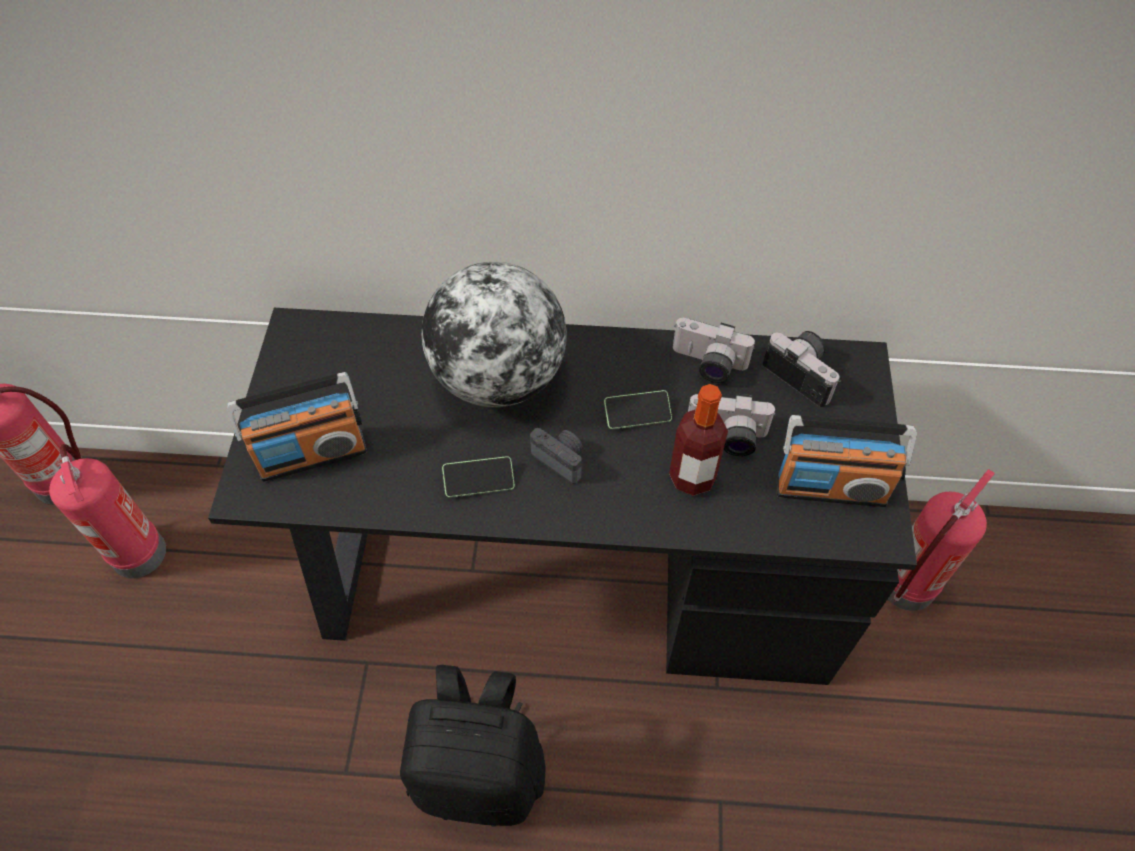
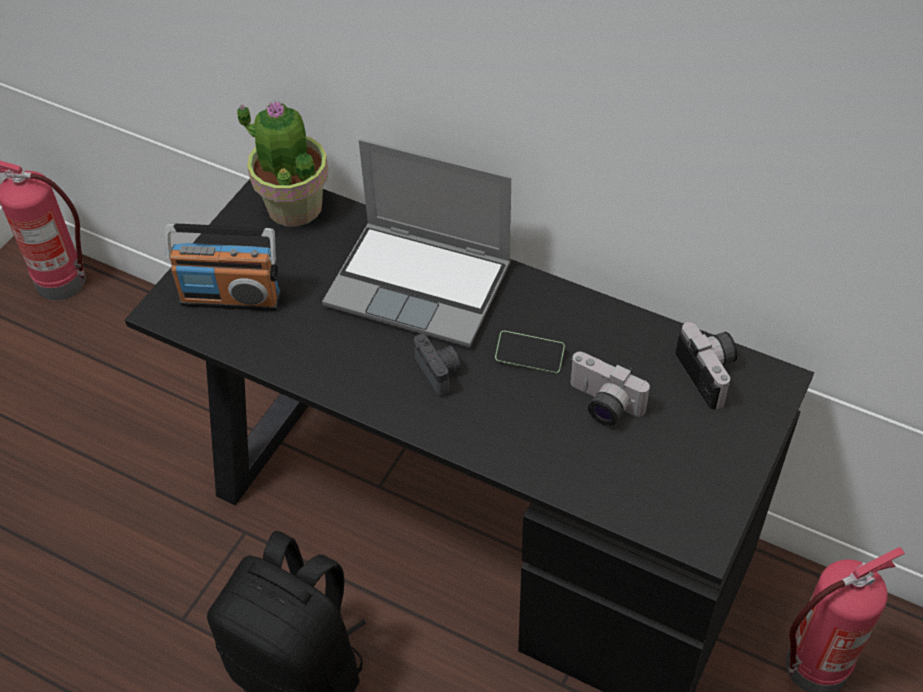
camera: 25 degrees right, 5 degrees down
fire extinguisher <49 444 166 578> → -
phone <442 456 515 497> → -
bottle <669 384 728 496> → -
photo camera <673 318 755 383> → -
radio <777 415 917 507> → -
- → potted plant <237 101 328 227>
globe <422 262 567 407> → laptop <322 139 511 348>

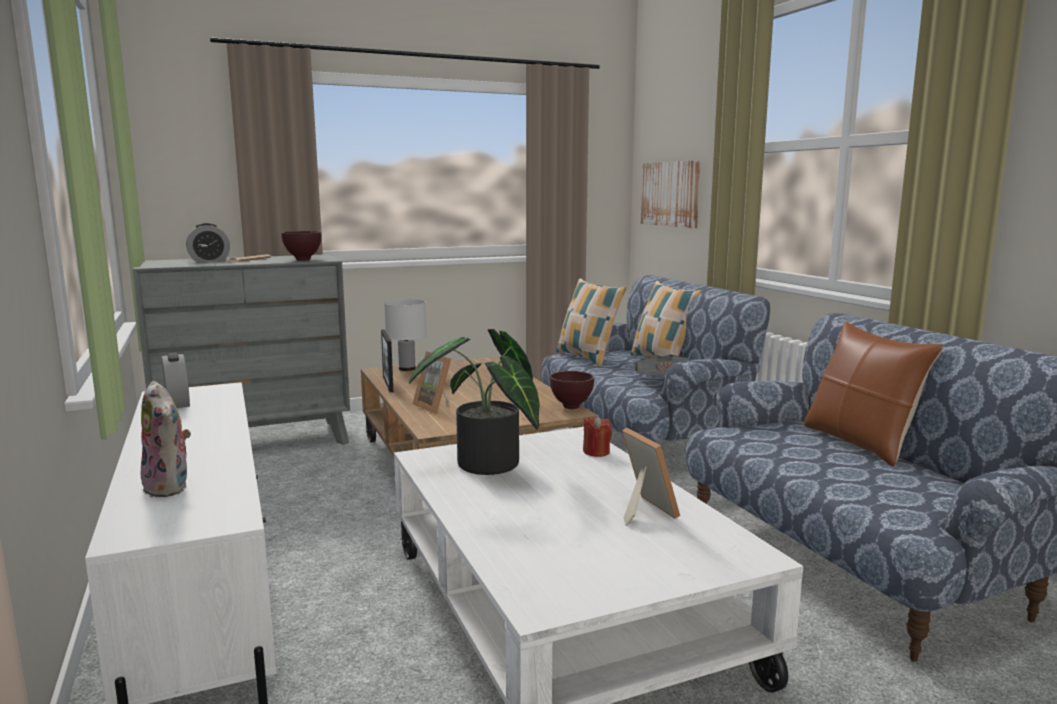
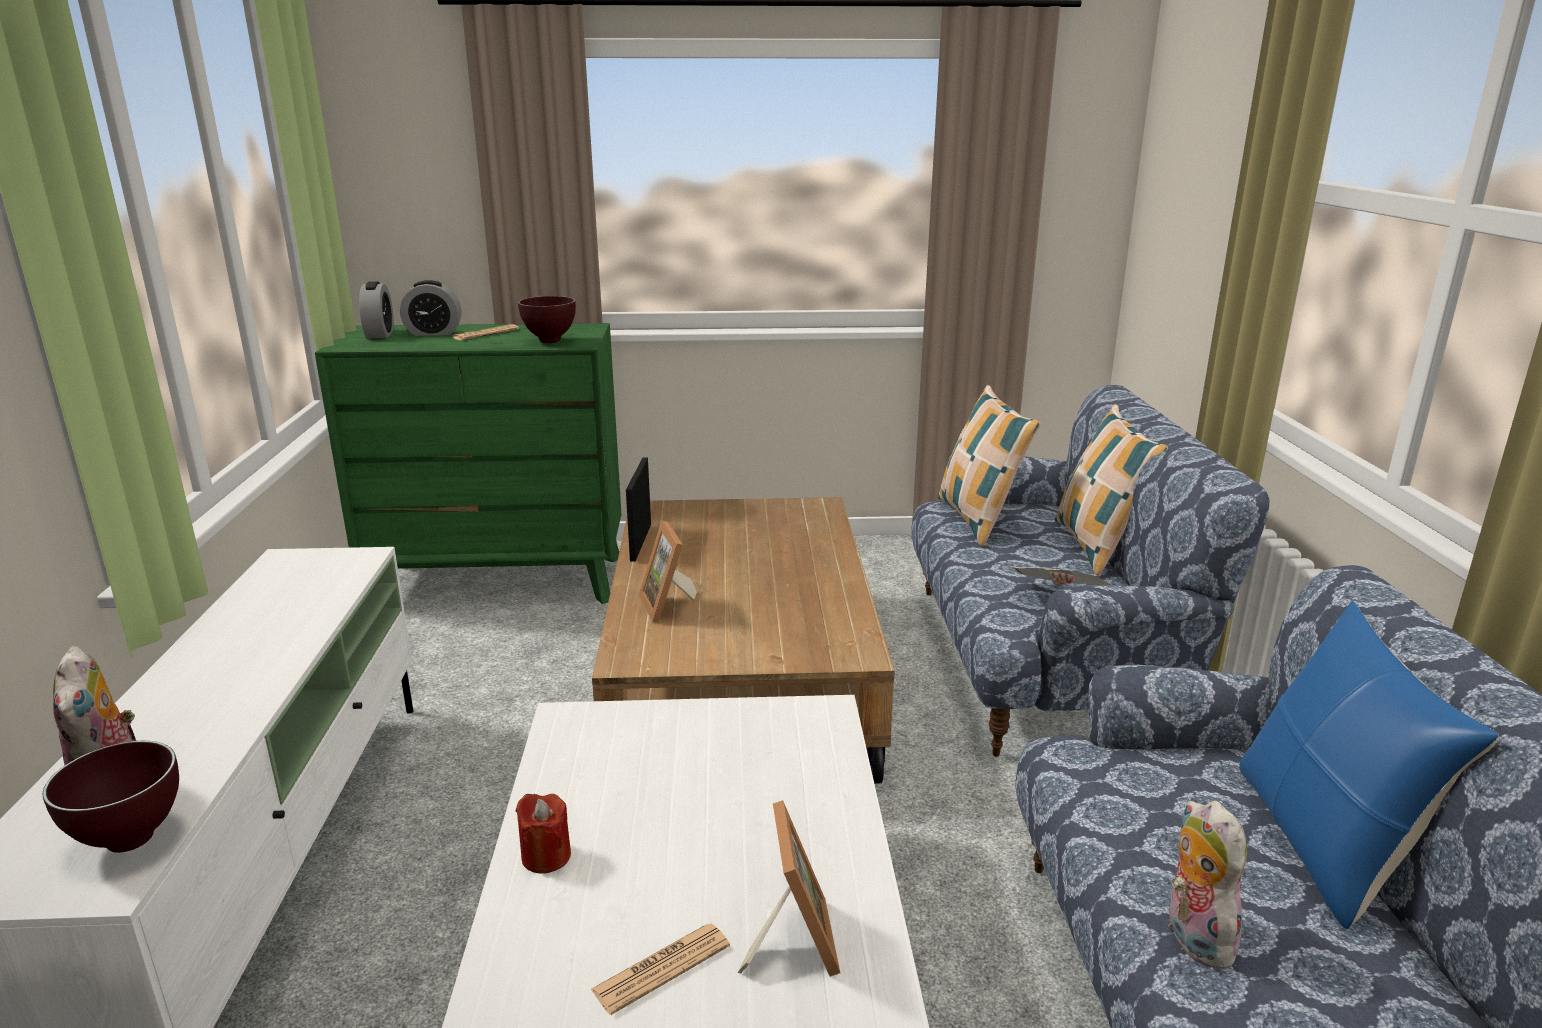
camera: 20 degrees right, 10 degrees up
white table lamp <384 299 427 371> → -
potted plant <409 329 540 475> → -
picture <641 160 701 228> → -
- → newspaper <590 923 730 1015>
- → plush toy <1168 800 1247 969>
alarm clock <162 352 190 408> → alarm clock <359 281 394 339>, move
brown bowl <550 371 594 409> → brown bowl <43 741 179 853>, move
red candle <583 416 612 457> → red candle <515 794 571 874>, move
grey dresser <132 254 350 445> → green dresser <315 323 622 604>
brown pillow <804 322 943 466> → blue pillow <1239 601 1499 929>

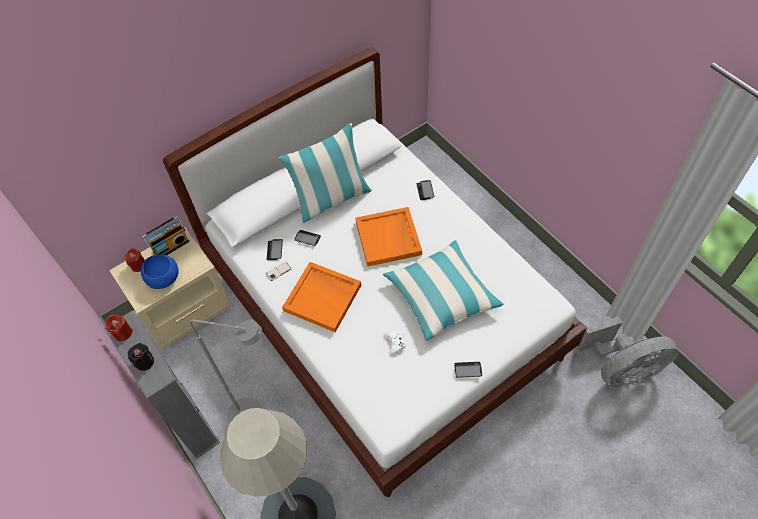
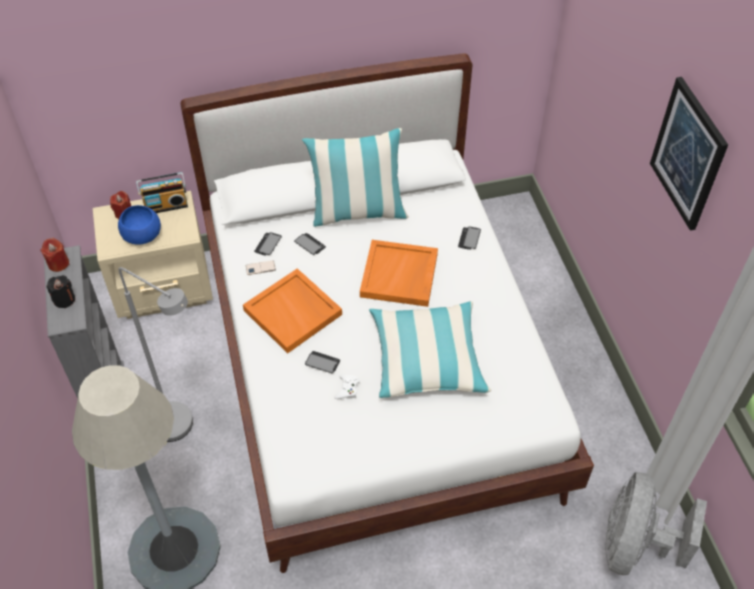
camera: 20 degrees right, 5 degrees down
- → picture <650 77 728 231>
phone <454 362 482 378> → phone <305 351 340 373>, move
grey fan <577 317 679 387> → grey fan <605 472 707 575>, 105 degrees clockwise

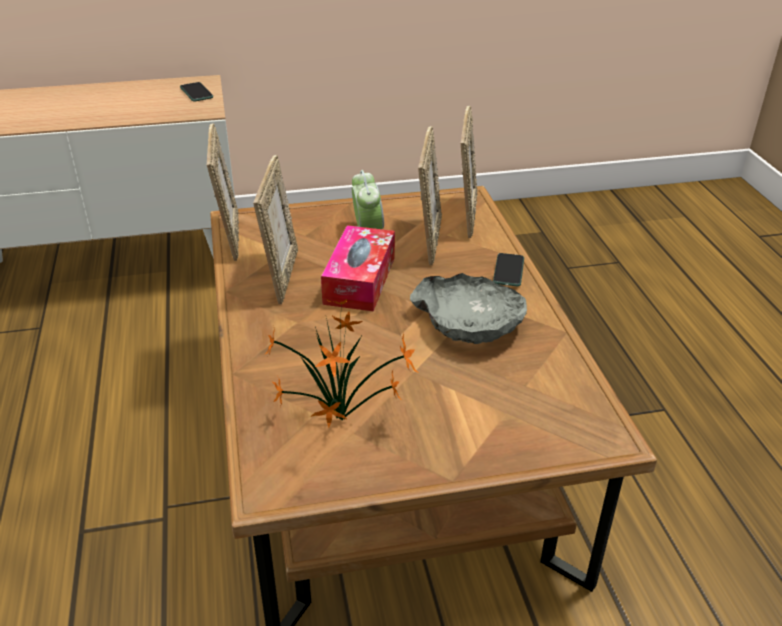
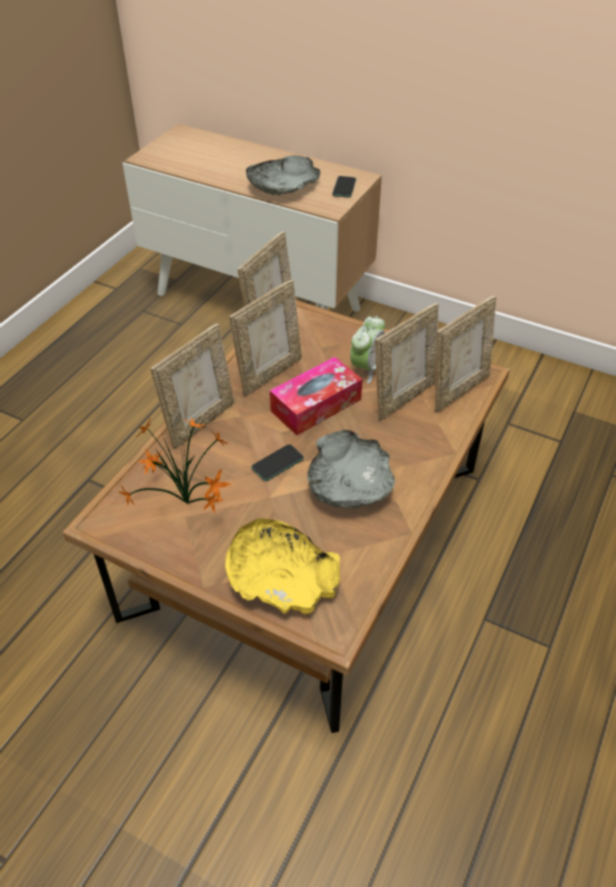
camera: 40 degrees right, 10 degrees up
- → picture frame <150 324 234 449>
- → yellow bowl <225 519 340 614>
- → grey bowl <246 155 320 195>
phone <493 253 524 286> → phone <251 444 304 481>, move

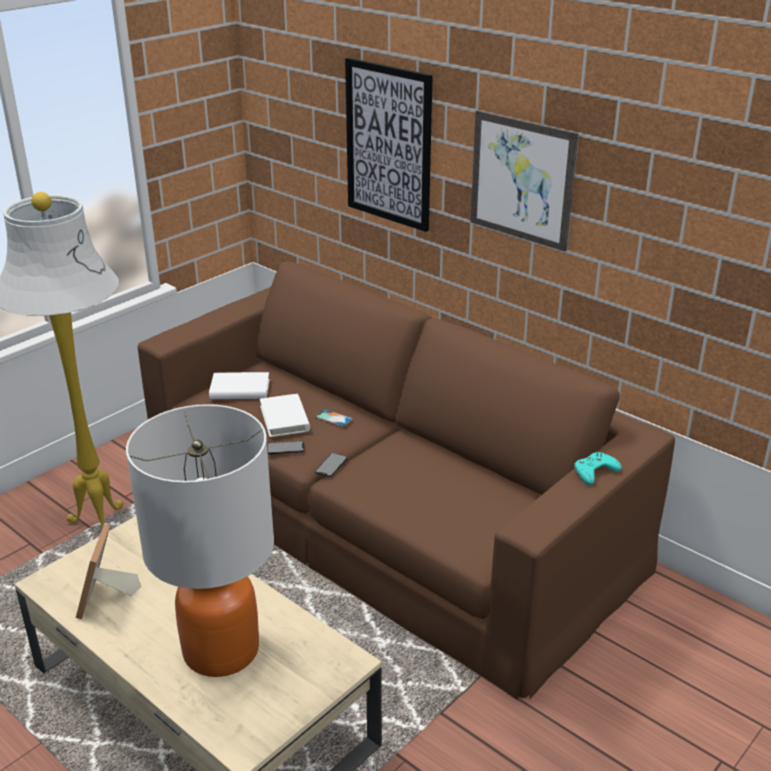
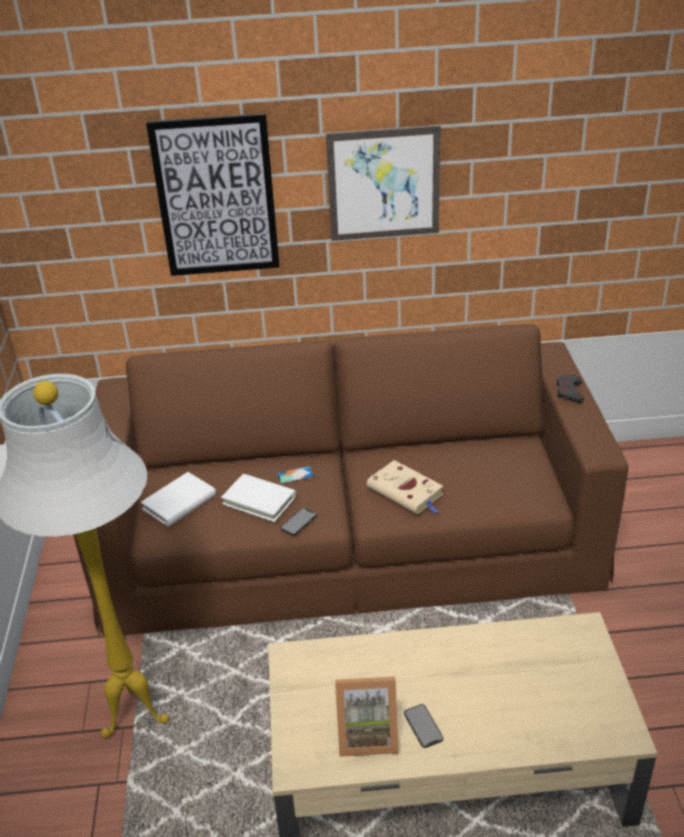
camera: 45 degrees left, 5 degrees up
table lamp <126 404 274 677> → -
- → beige book <367 460 443 515>
phone <315 453 347 477> → phone <404 704 443 748>, move
turquoise game controller <575 452 622 485> → grey game controller <557 375 584 403>
picture frame <76 525 142 619> → picture frame <335 677 399 757>, 45 degrees counterclockwise

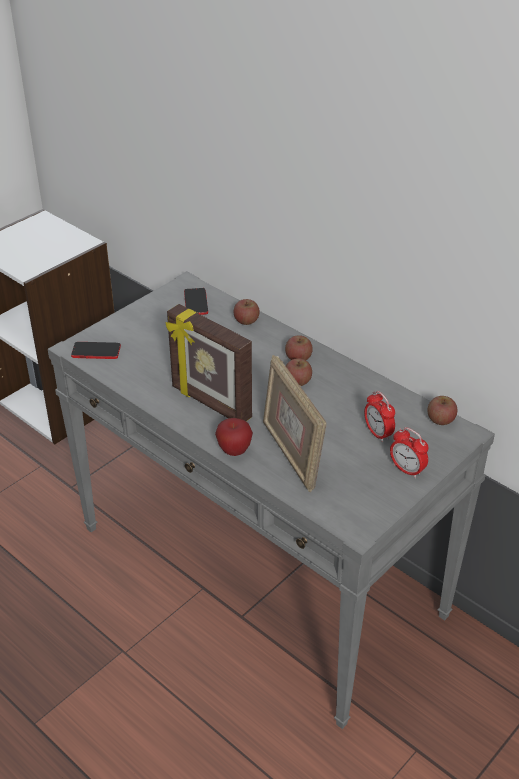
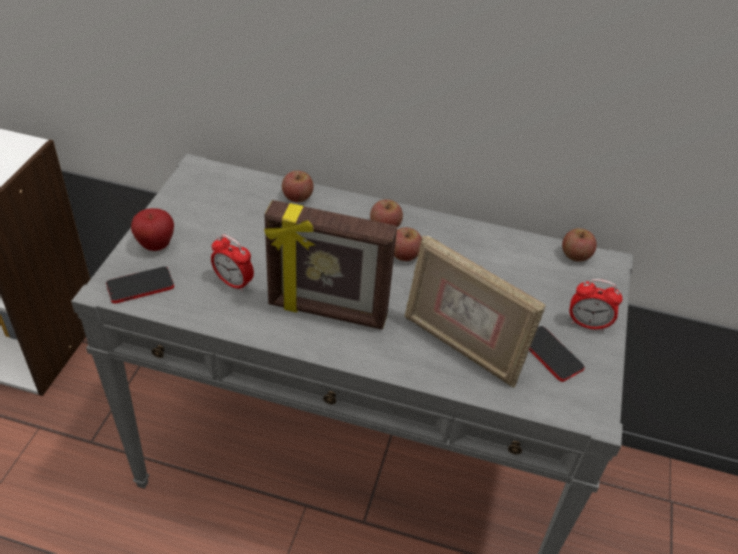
camera: 30 degrees left, 5 degrees up
phone <184 288 208 315> → phone <529 326 585 382>, move
apple <215 418 253 456> → apple <131 208 174 251>, move
alarm clock <364 391 395 442> → alarm clock <211 234 254 292>, move

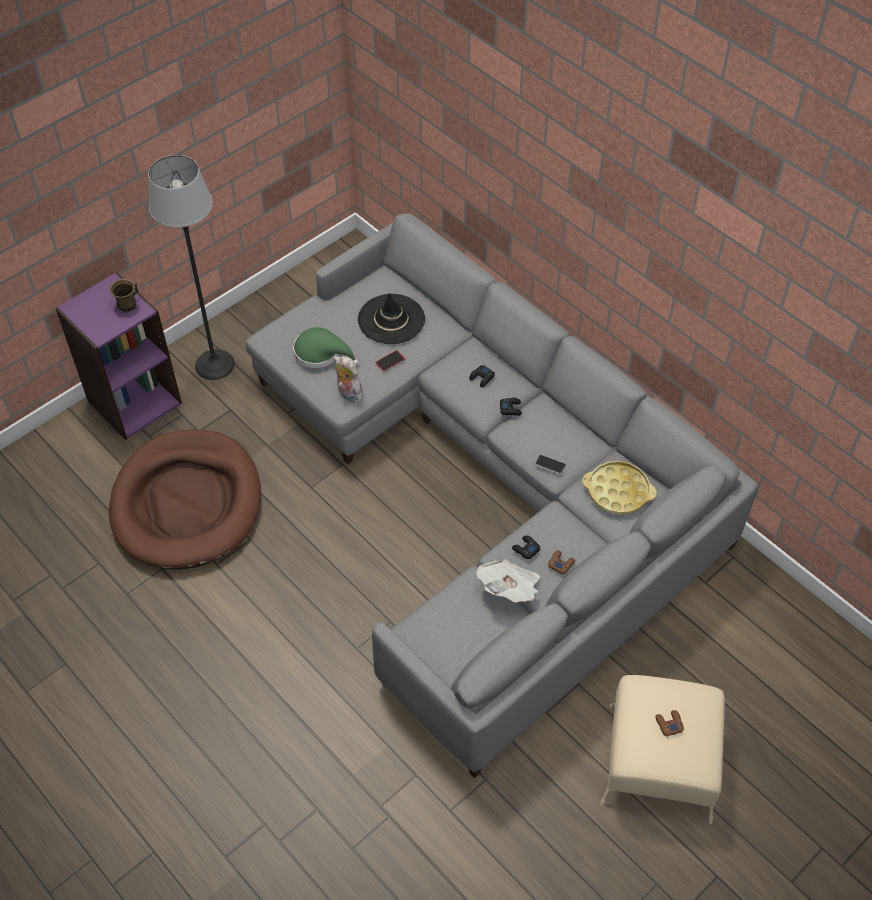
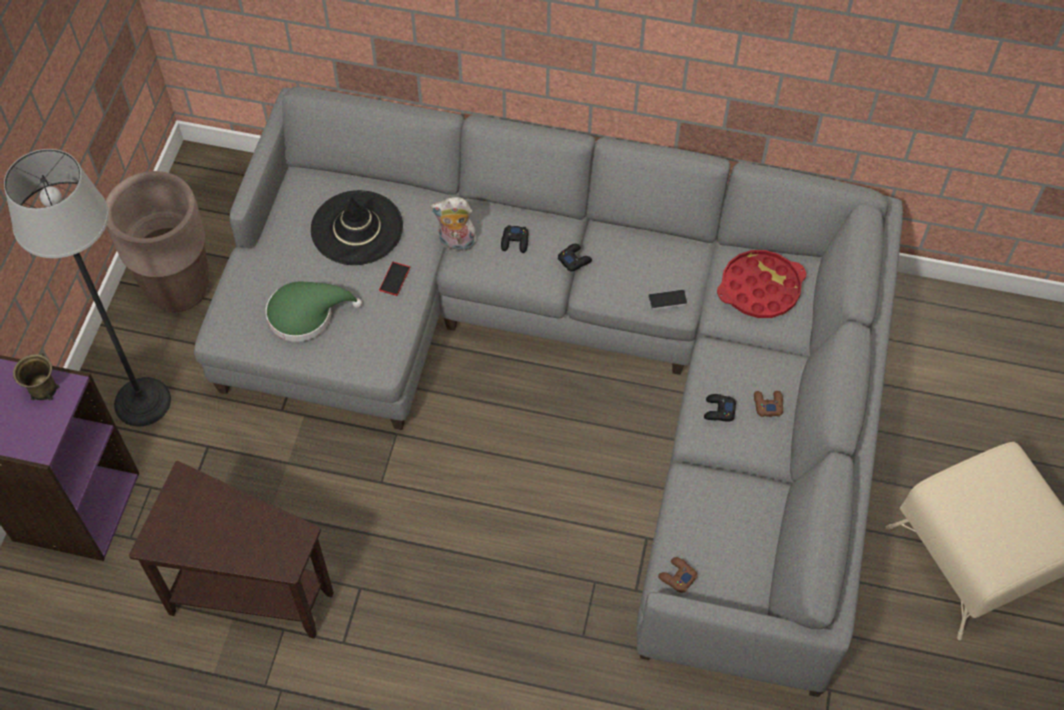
camera: 35 degrees left, 5 degrees up
newspaper <476 559 540 603> → -
- → brown planter <106 171 209 312>
plush toy <333 356 366 403> → plush toy <430 197 477 252>, move
brown game controller <655 710 684 737> → brown game controller <658 557 697 593>, move
brown dog bed <109 429 261 569> → brown side table <129 461 334 639>
yellow tray <582 461 656 514> → red tray <717 250 806 318>

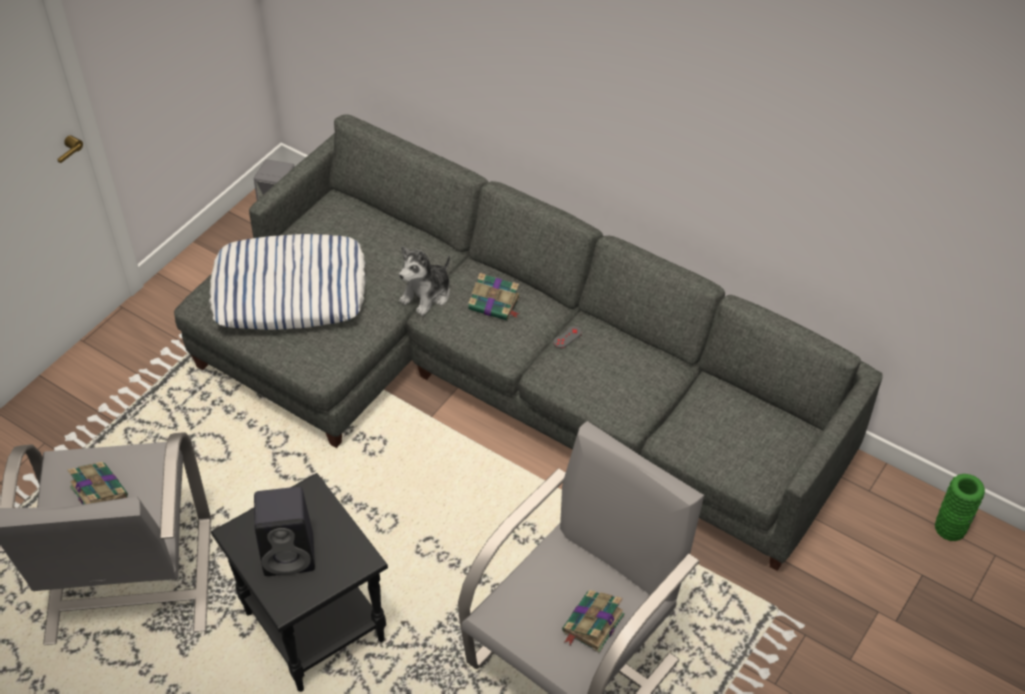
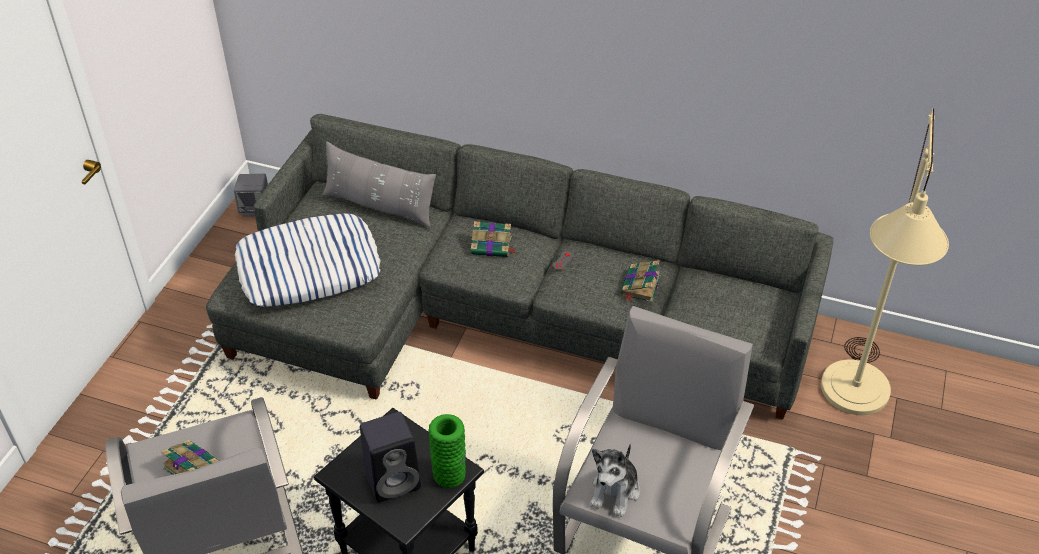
camera: 15 degrees left, 5 degrees down
- → grey pillow <322 141 436 228>
- → beige floor lamp <821 108 949 415>
plush toy <399 246 450 316> → plush toy <590 444 640 517>, move
book <562 590 625 653> → book <620 260 661 302>, move
green vase <935 474 985 541> → green vase <428 414 466 488>, move

